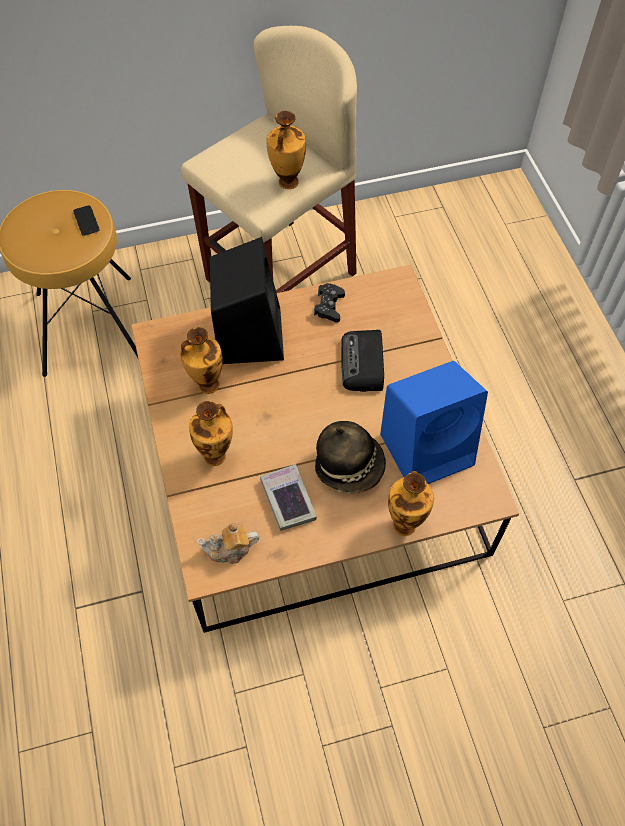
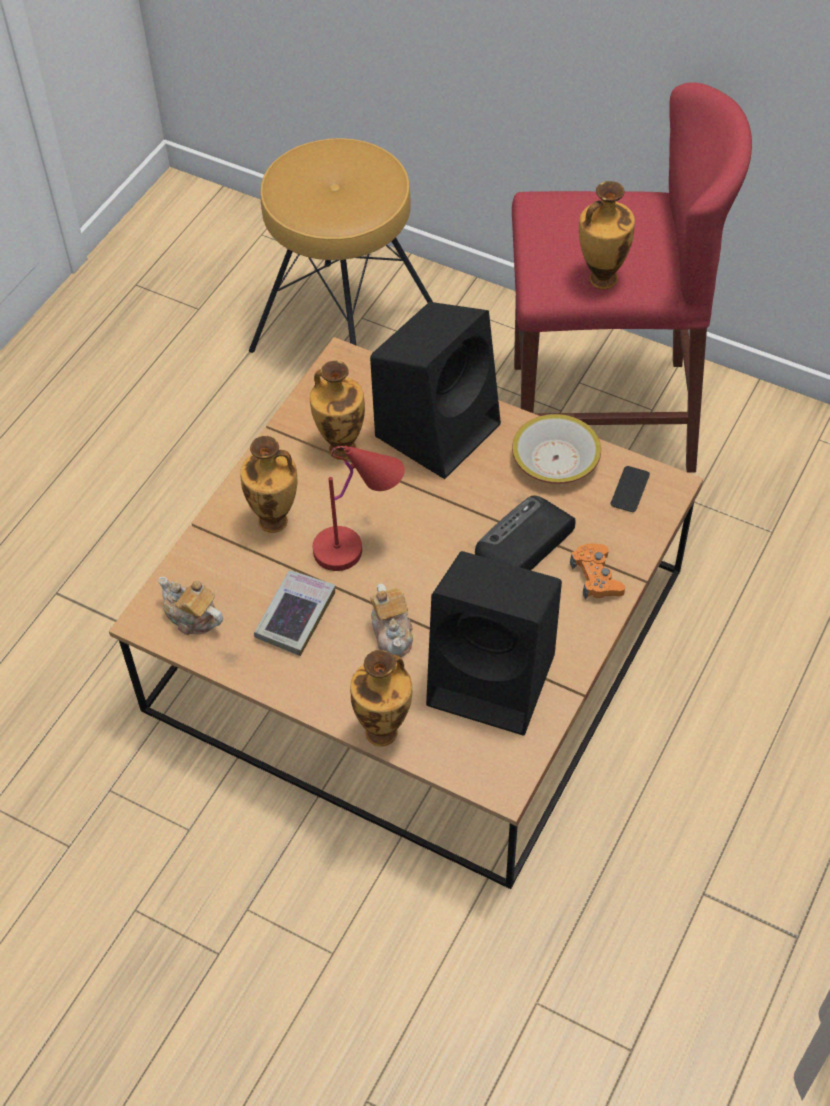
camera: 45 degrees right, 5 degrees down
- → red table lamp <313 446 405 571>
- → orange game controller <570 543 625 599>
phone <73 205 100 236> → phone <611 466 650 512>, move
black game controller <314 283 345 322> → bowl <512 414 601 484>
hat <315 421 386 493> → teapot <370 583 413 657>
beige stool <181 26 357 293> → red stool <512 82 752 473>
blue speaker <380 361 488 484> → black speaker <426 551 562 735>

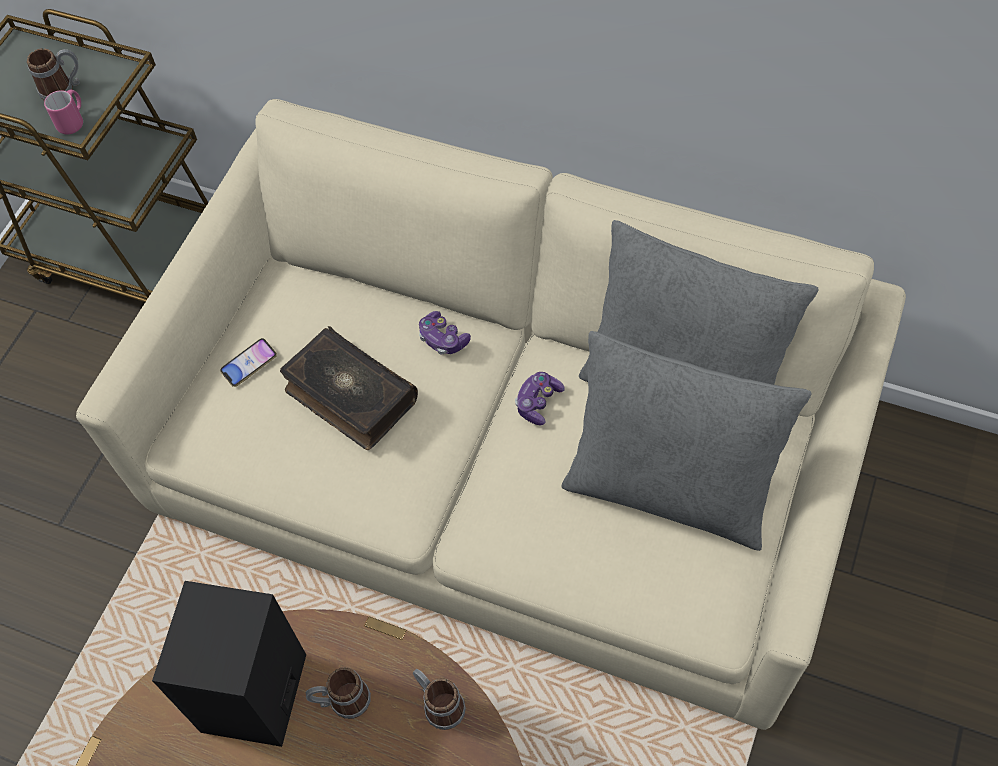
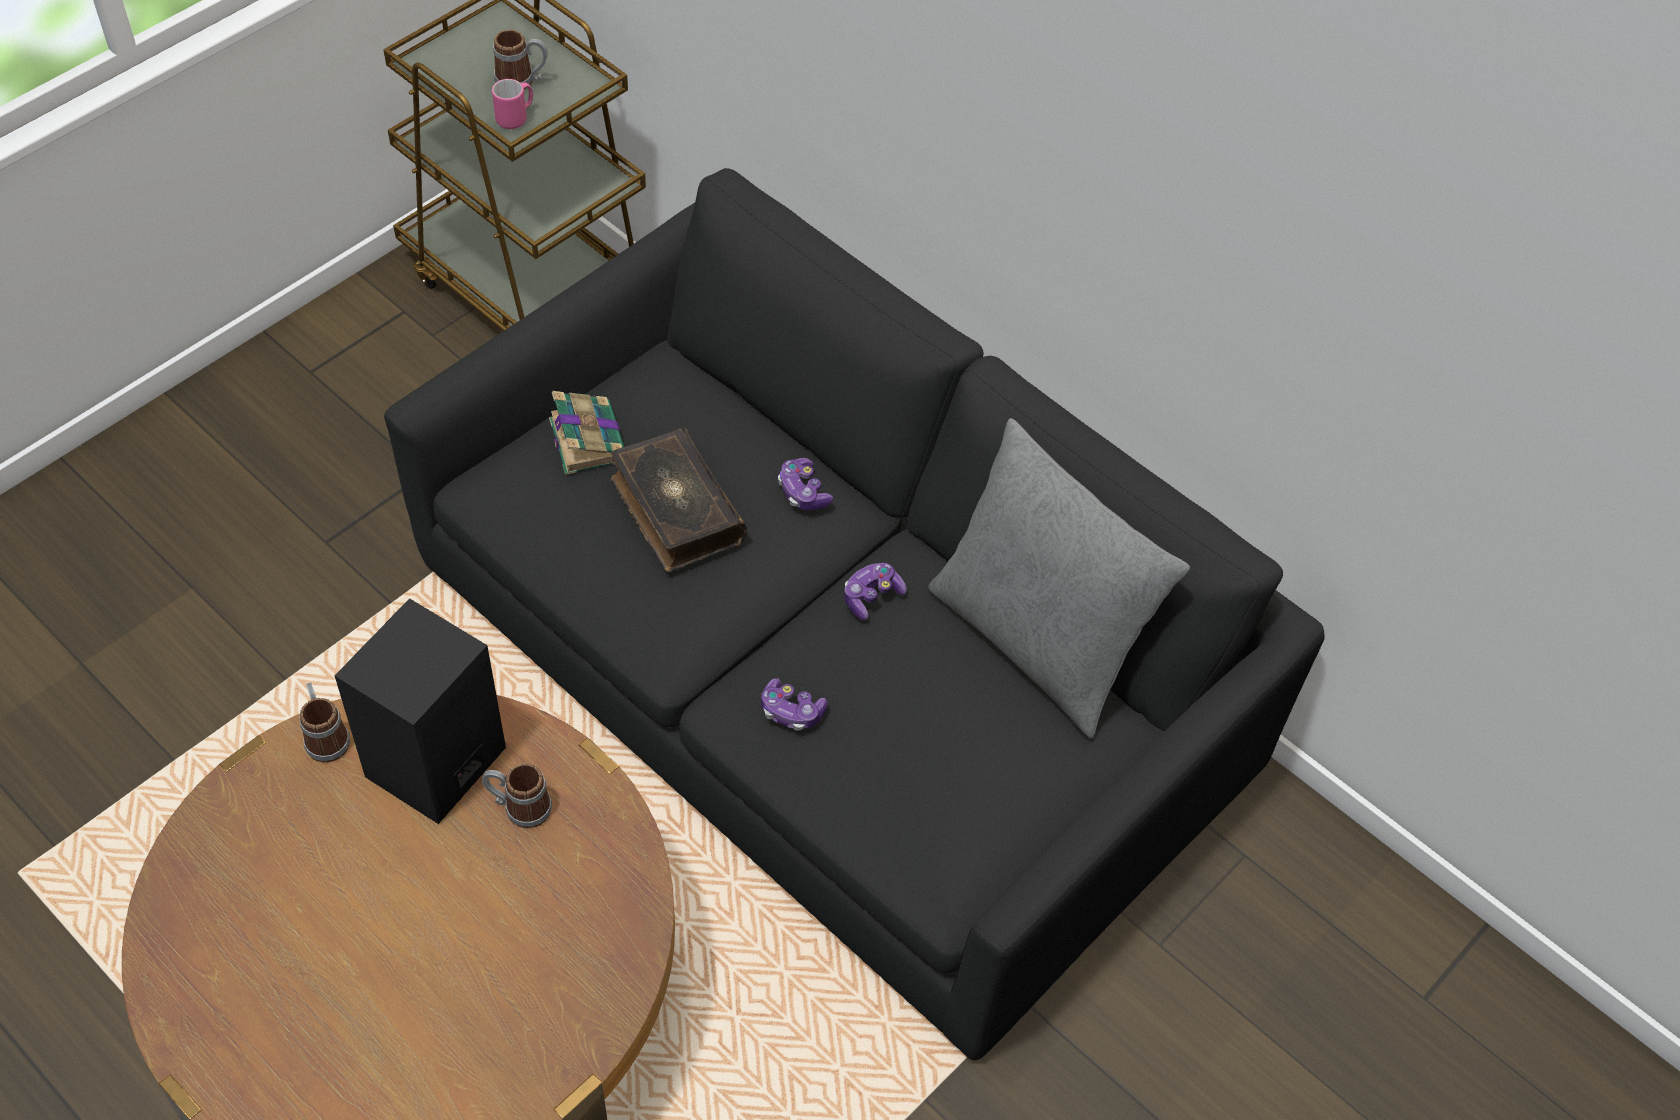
camera: 15 degrees right, 5 degrees down
grey pillow <561 331 812 551> → -
- → game controller <761 678 828 731>
mug <413 669 466 730> → mug <300 683 350 763>, move
phone <220 338 277 387> → book <549 391 624 475>
beige sofa <76 99 906 730> → black sofa <384 168 1325 1060>

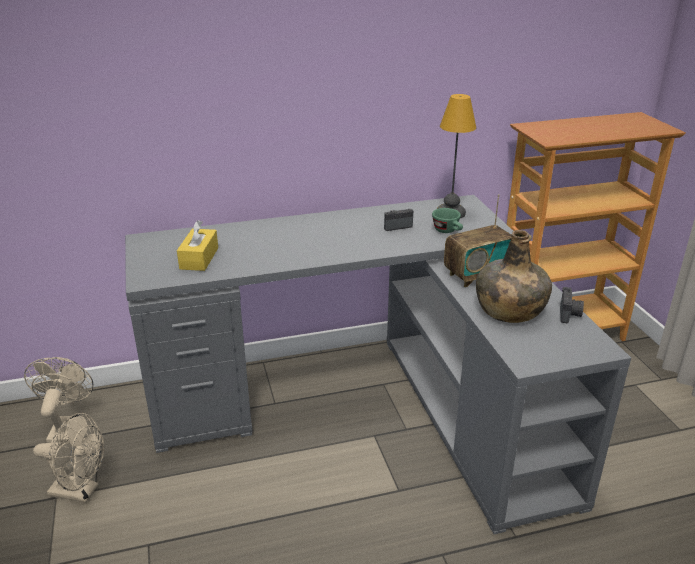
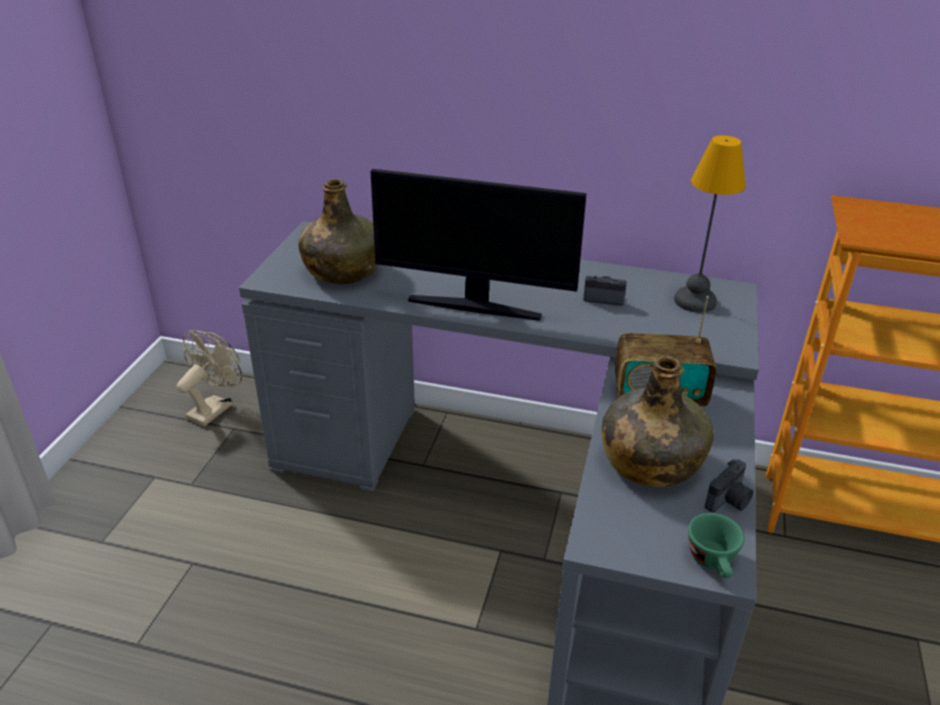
camera: 30 degrees right, 5 degrees up
beige fan <33 413 104 503> → -
- → monitor <370 169 587 321>
green cup <432 208 463 233> → green cup <688 513 745 578>, move
yellow tissue box <177 220 218 271> → green bottle <298 179 378 284>

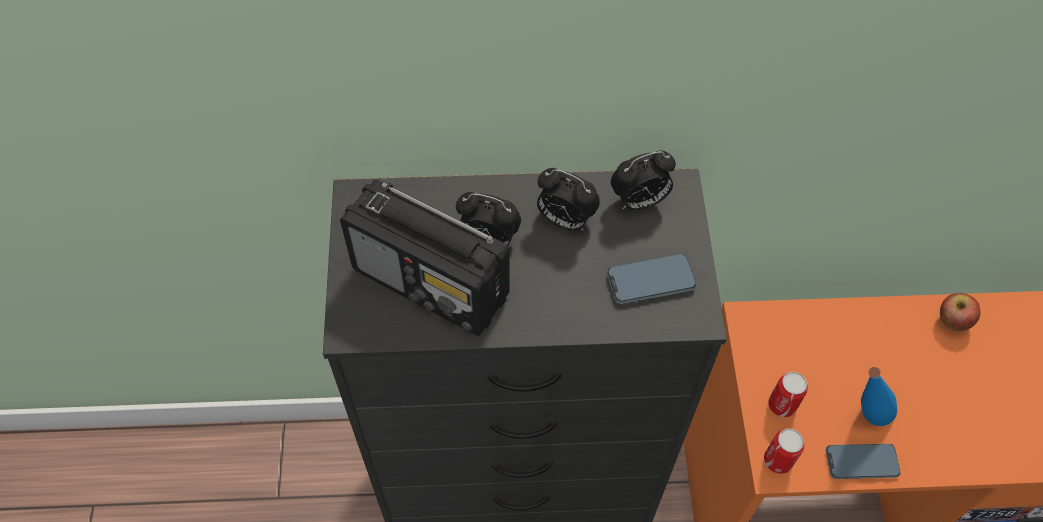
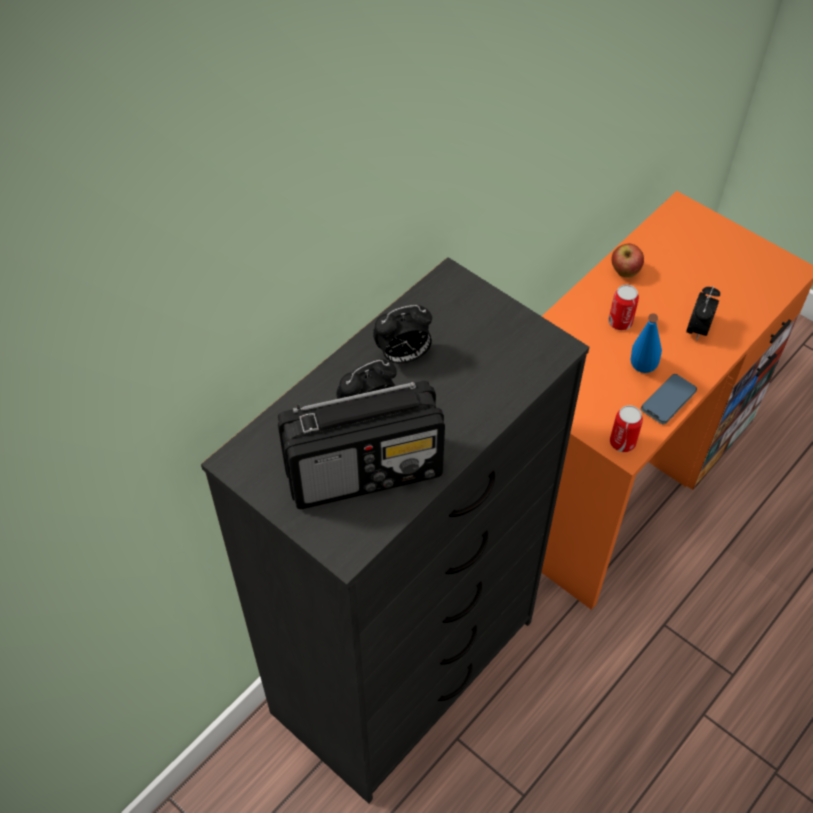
camera: 45 degrees left, 5 degrees down
phone <607 254 696 304> → -
alarm clock <611 150 676 210> → alarm clock <686 286 720 341>, move
can <768 372 808 417> → can <608 285 639 330>, move

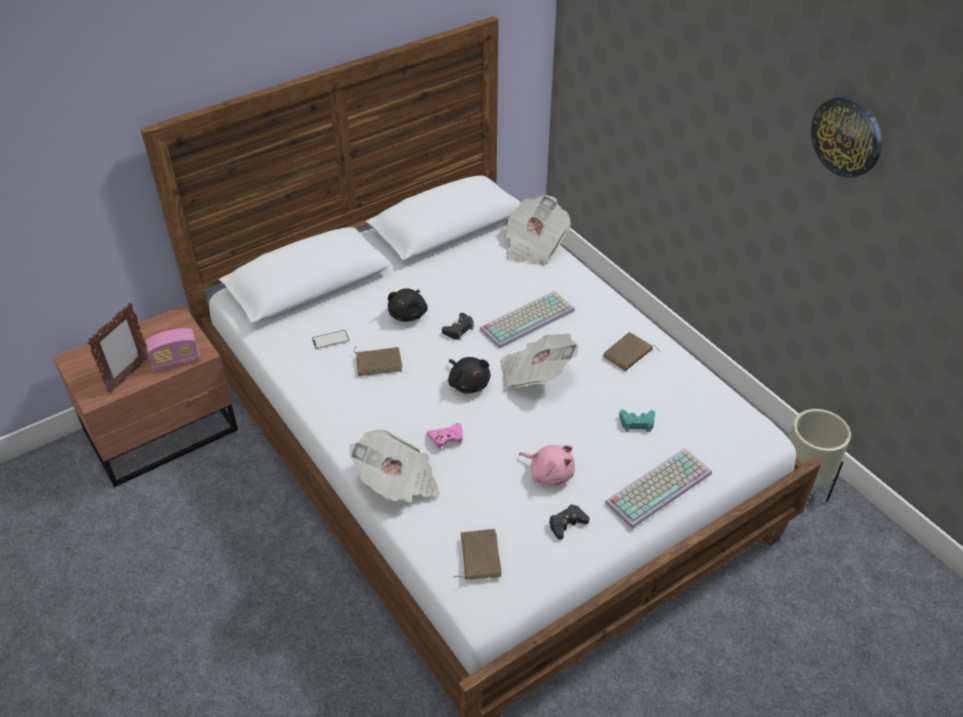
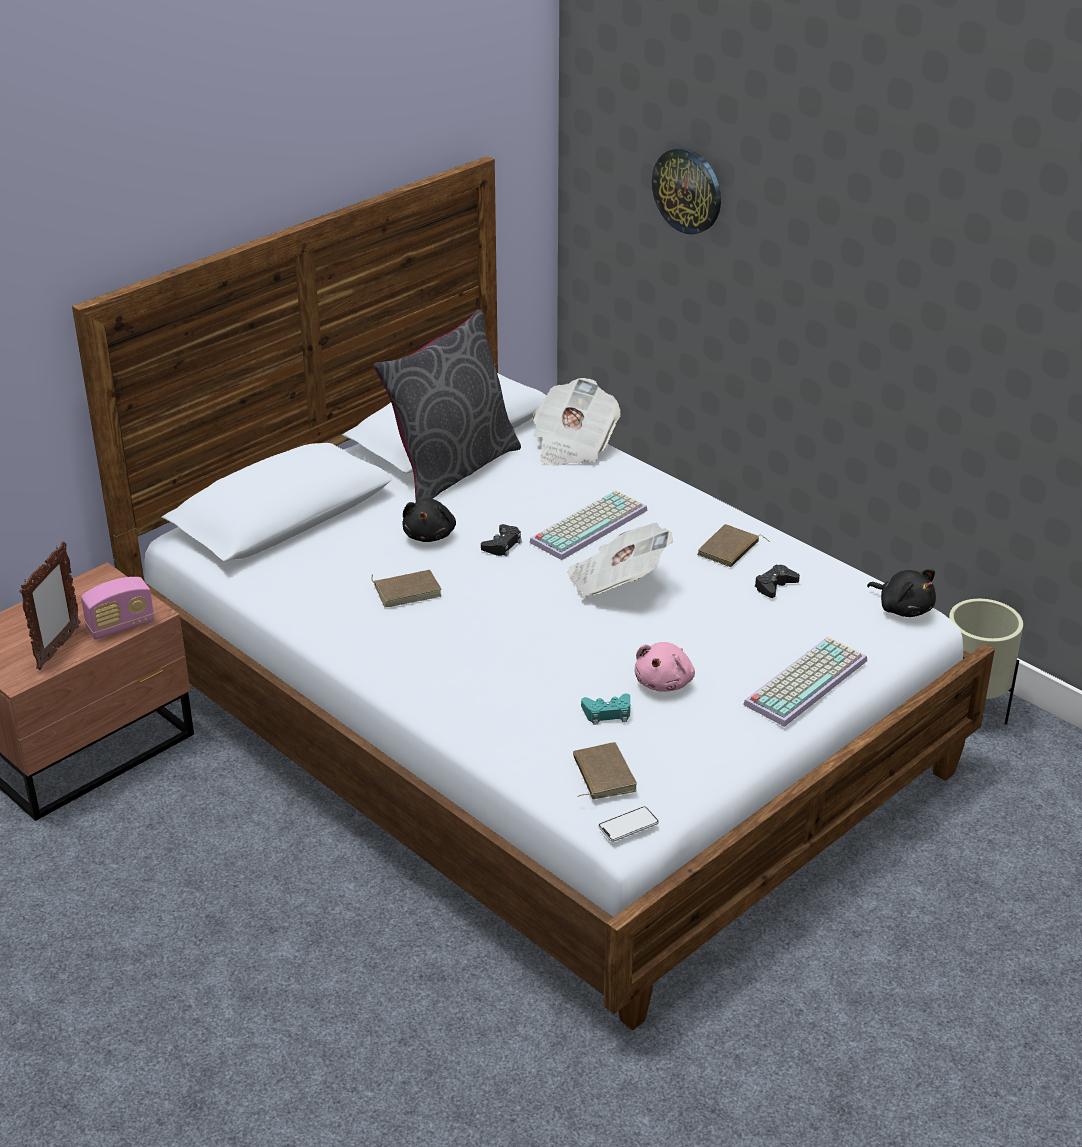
camera: 10 degrees left, 10 degrees down
newspaper <349 429 440 503> → -
pink game controller <426 423 463 449> → -
- → grey pillow <374 310 521 502>
phone <312 330 349 349> → phone <598 807 659 841>, move
black plush toy <448 357 491 394> → black plush toy <867 569 936 617>, move
black game controller <549 504 590 539> → black game controller <755 564 800 598>, move
turquoise game controller <619 410 655 432> → turquoise game controller <581 694 630 725>, move
wall clock <811 96 882 178> → wall clock <652 147 721 235>, move
pink plush toy <519 445 575 486> → pink plush toy <634 642 695 692>, 90 degrees clockwise

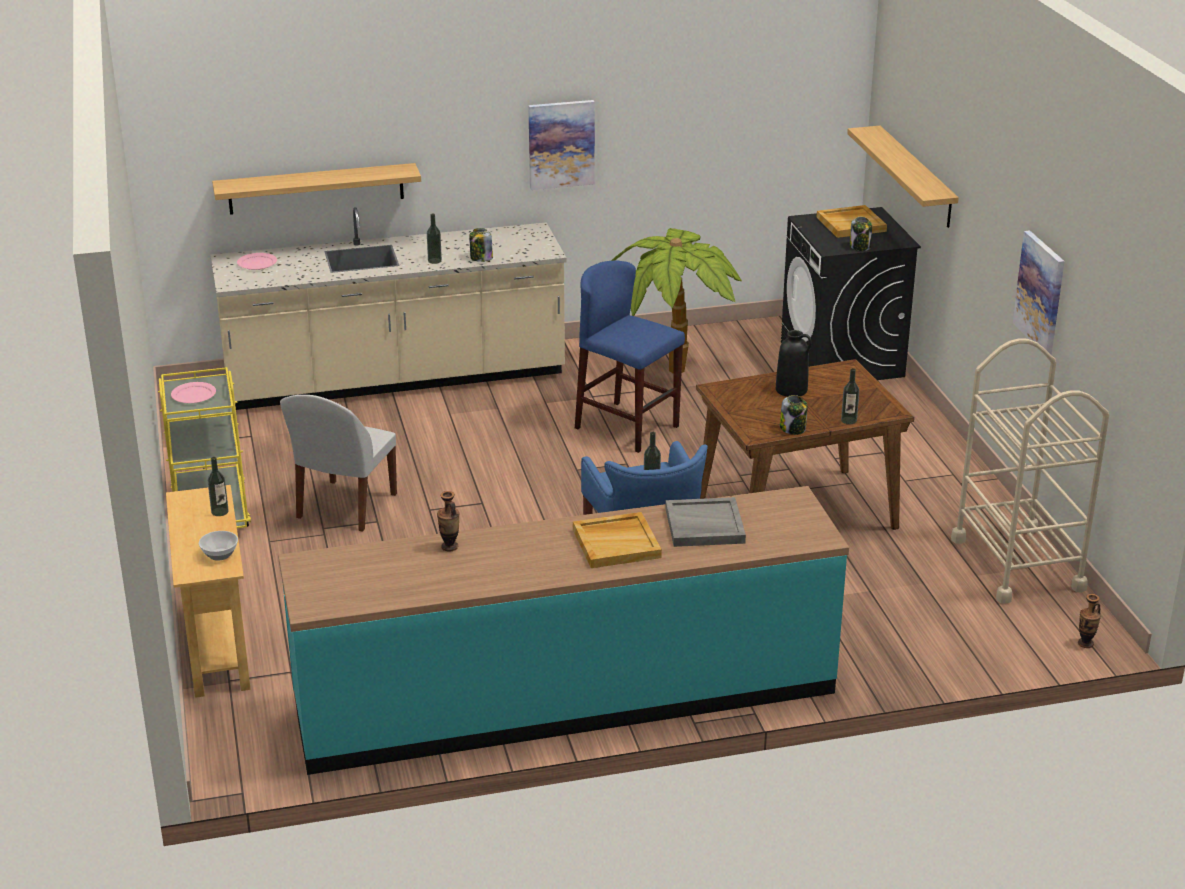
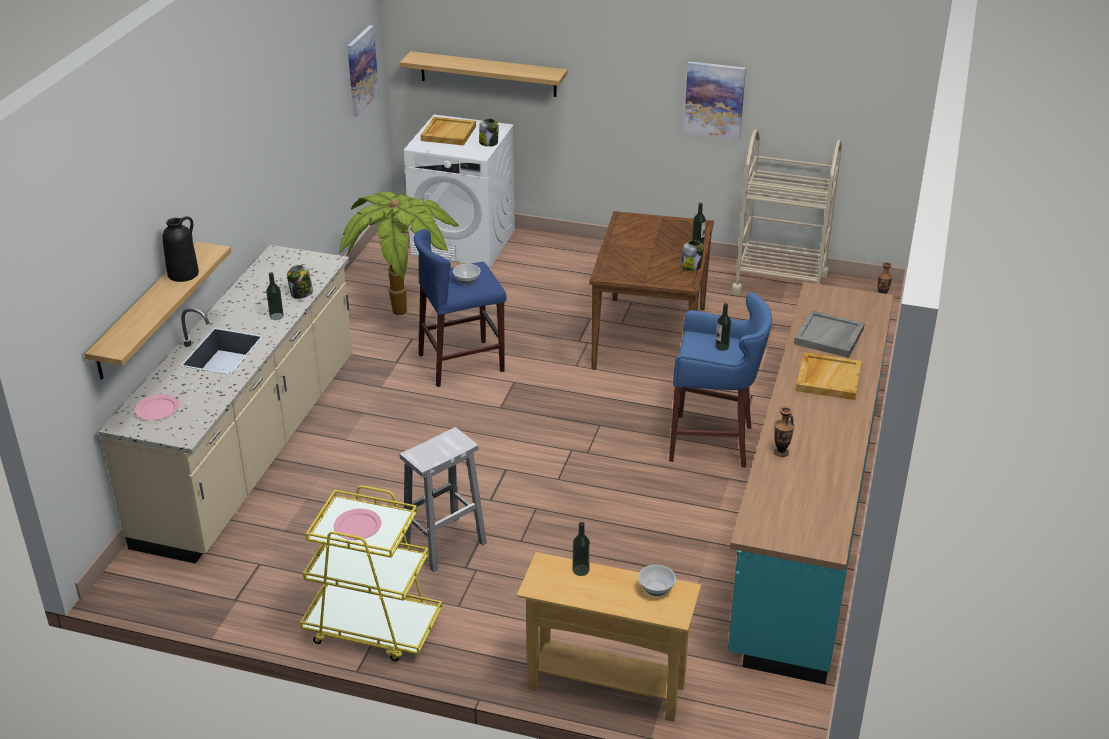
camera: 60 degrees left, 5 degrees up
- → bowl <453 264 481 285>
picture <528 100 595 190> → picture <347 25 379 117>, move
black vase <776 330 812 397> → black vase <163 216 199 282>, move
white chair <280 395 397 532> → white stool <400 427 487 572>
black washing machine <781 207 921 380> → white washing machine <404 115 515 267>

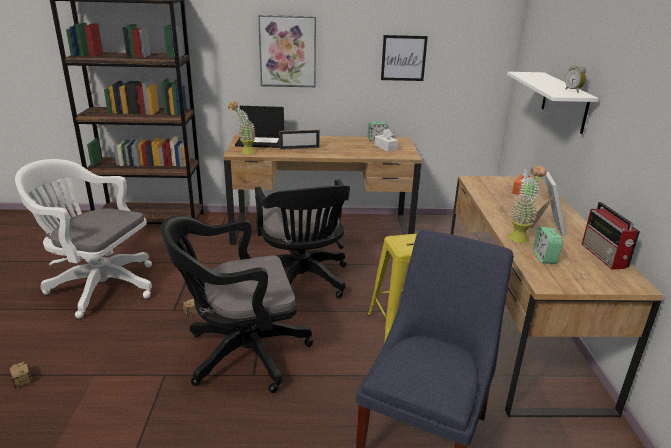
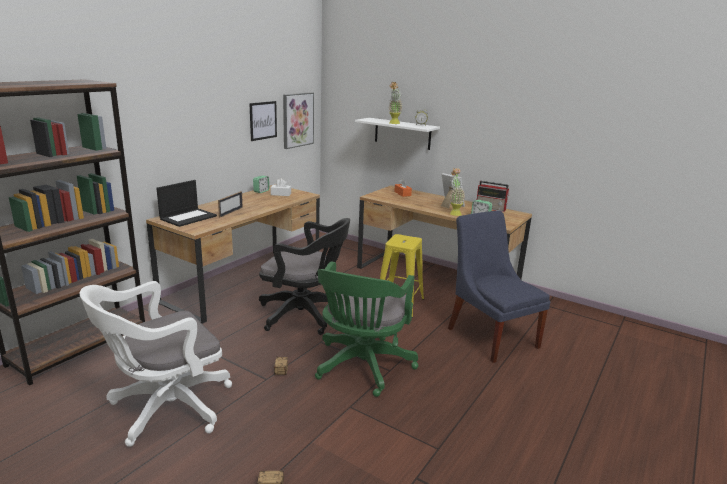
camera: 55 degrees left, 5 degrees down
potted plant <228 101 255 154> → potted plant <389 82 403 124>, move
picture <258 15 316 87> → picture <283 92 314 149>, move
black office chair <161 215 313 393> → green office chair <315 262 418 397>

